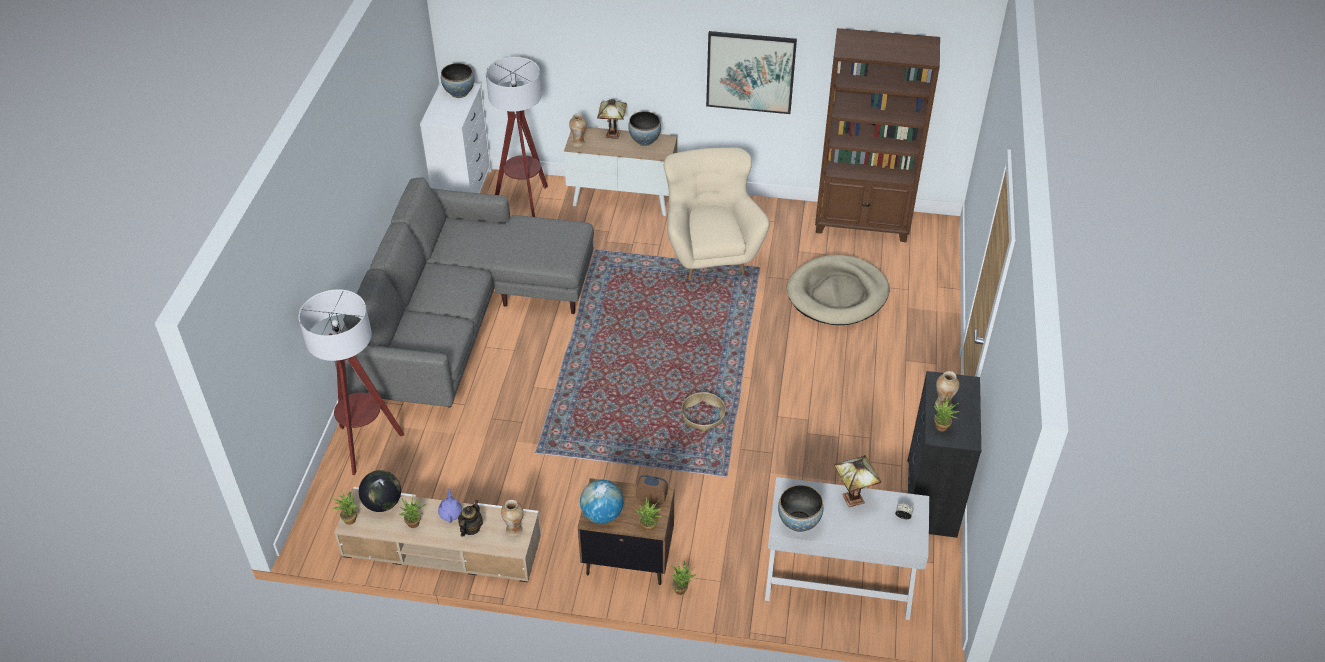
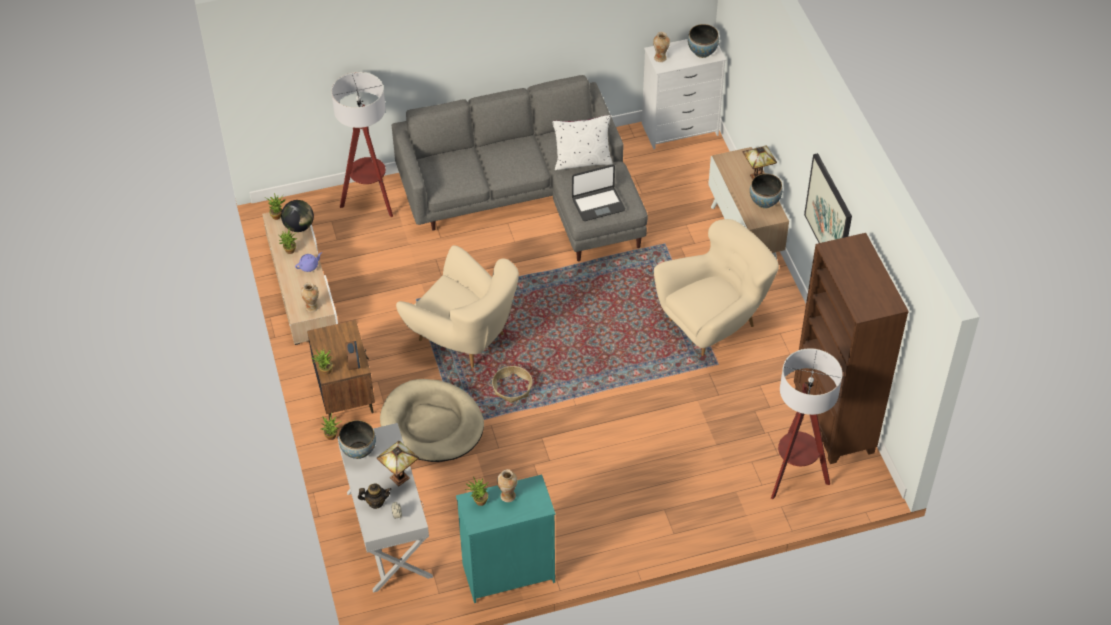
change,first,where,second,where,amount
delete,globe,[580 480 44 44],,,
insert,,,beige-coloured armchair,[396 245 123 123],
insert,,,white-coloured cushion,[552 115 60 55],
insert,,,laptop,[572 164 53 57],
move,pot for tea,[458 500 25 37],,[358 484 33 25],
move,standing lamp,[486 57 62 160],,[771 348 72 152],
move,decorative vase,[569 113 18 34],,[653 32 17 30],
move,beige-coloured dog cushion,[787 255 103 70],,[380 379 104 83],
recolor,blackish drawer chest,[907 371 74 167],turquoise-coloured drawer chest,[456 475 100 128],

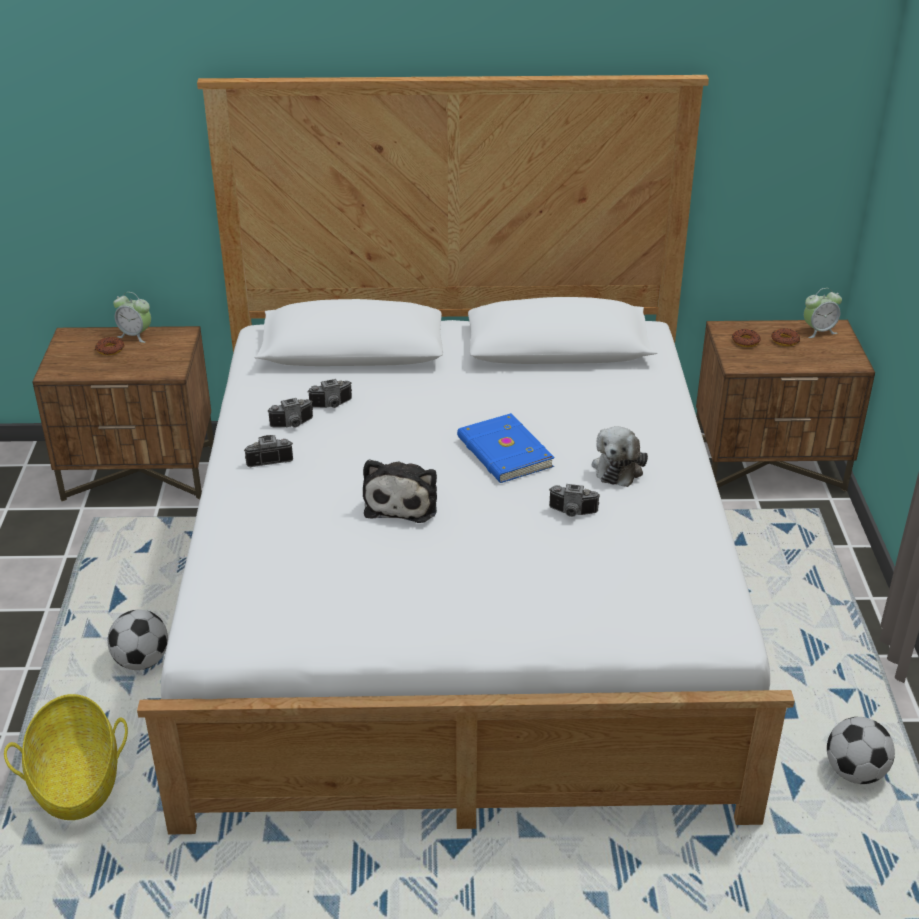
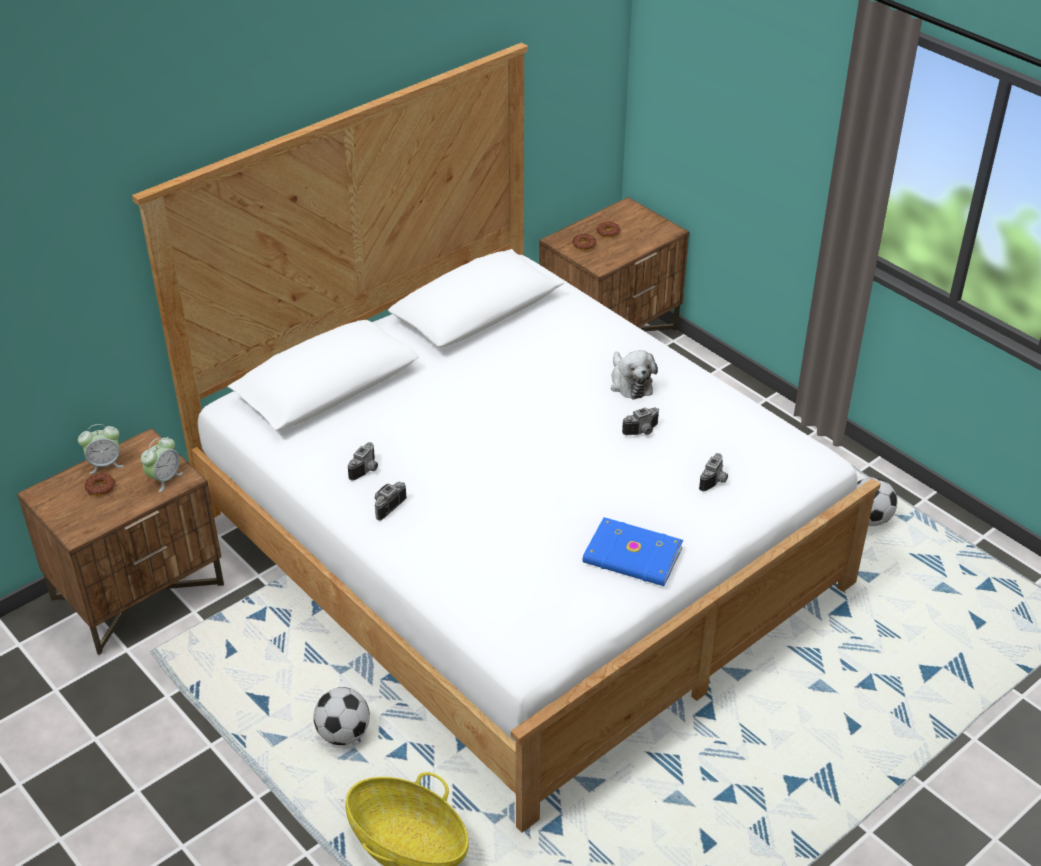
change,first,where,second,where,amount
delete,plush toy,[363 459 74 64],,,
move,photo camera,[308 379 44 29],,[699 453 29 38],
move,blue book,[457 413 98 70],,[582 517 101 69],
move,bedside clock,[804 288 38 50],,[141 437 42 55],

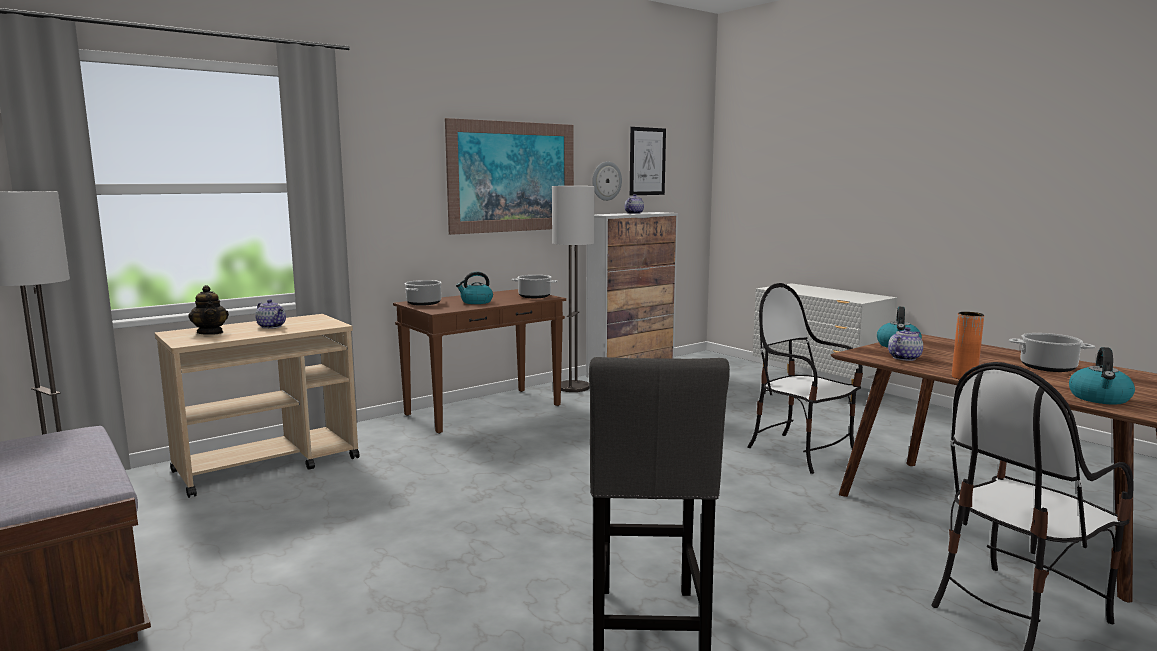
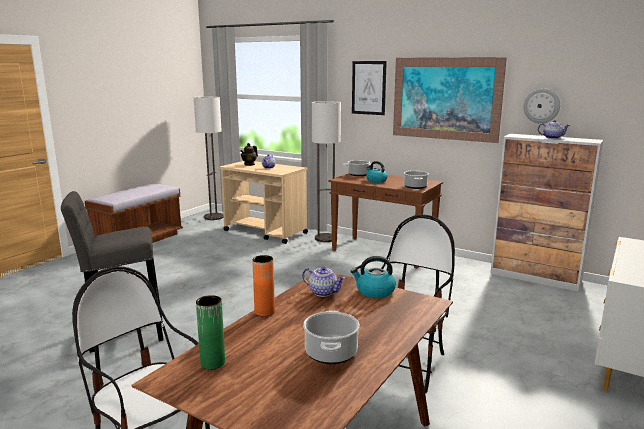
change,first,where,second,where,amount
move,standing lamp,[552 186 42 206],,[312 101 29 141],
move,picture,[630 127 36 68],,[352 61 35 54],
replace,water kettle,[1069 347 66 58],green-coloured decorative vase,[196 295 29 75],

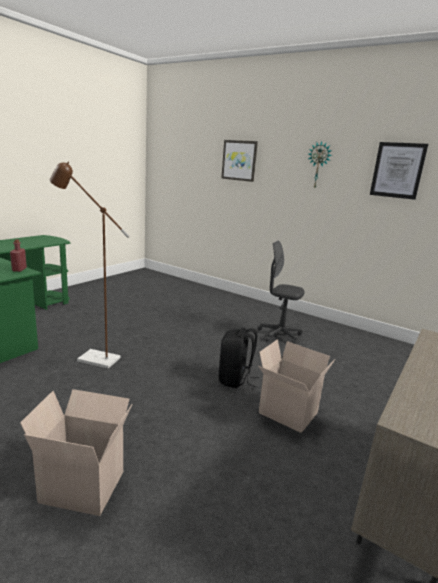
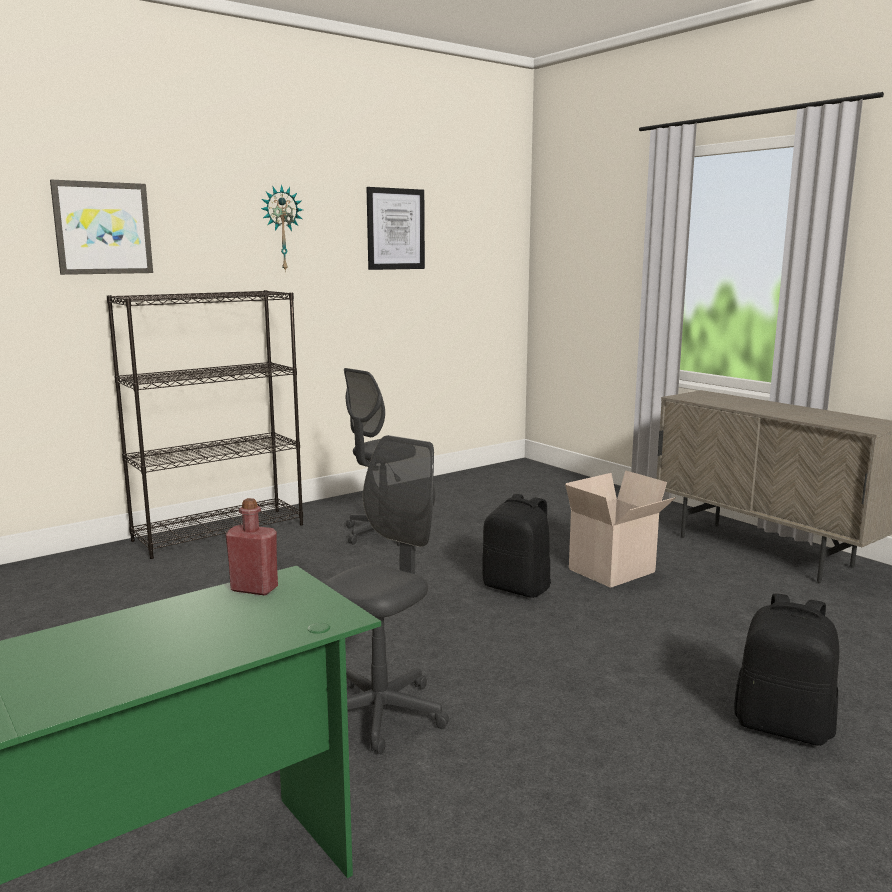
change,first,where,second,where,amount
insert,,,blackish bookshelf,[107 290 196 269],
replace,packing box,[20 389 112 127],blackish knapsack,[734 593 105 153],
replace,brown-coloured standing lamp,[49 161 81 207],greyish computer chair,[324 435 125 319],

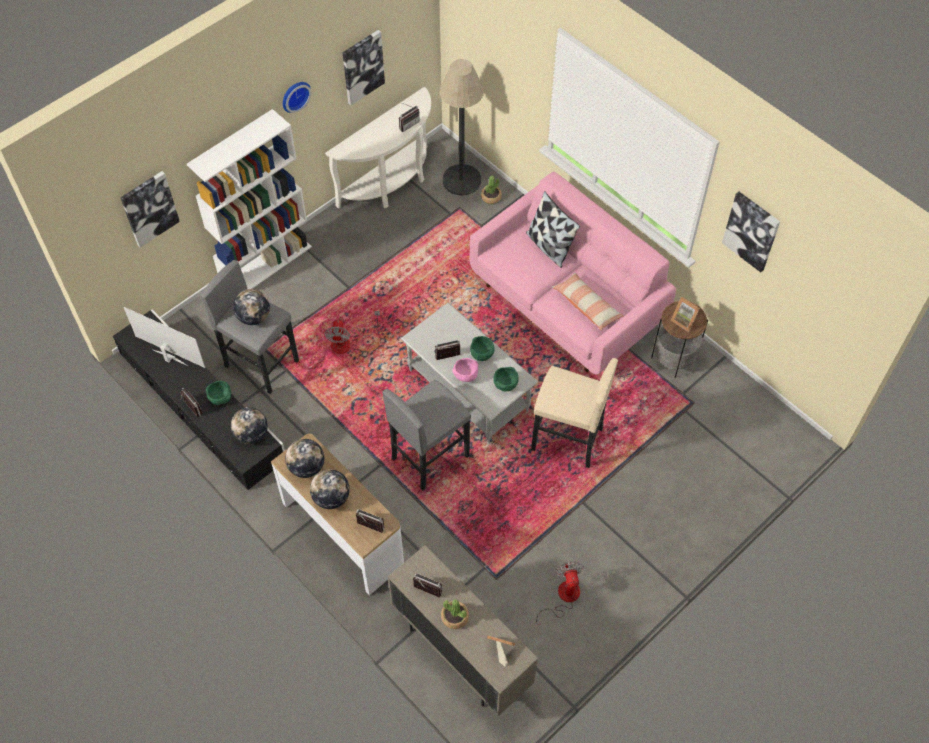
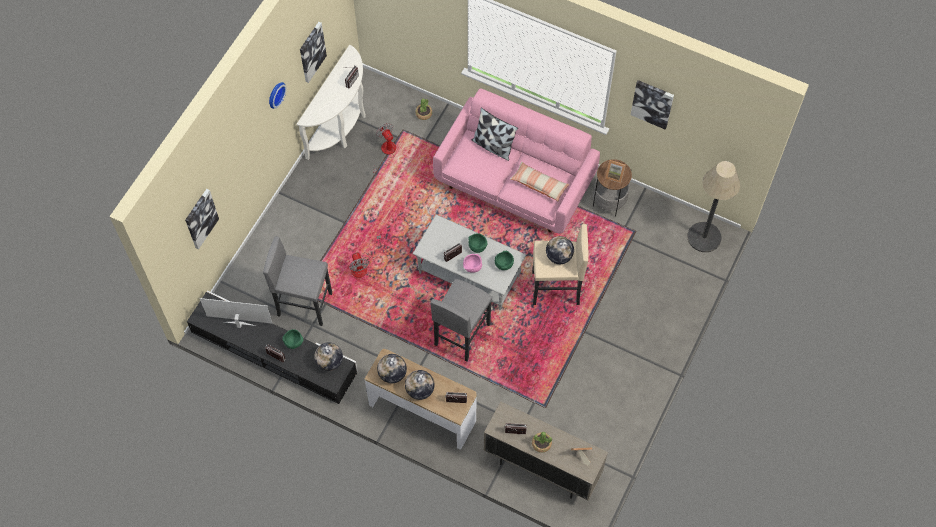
change,first,where,second,where,amount
delete,white-coloured bookshelf,[187 109 125 180],,,
move,globe,[233 289 37 36],,[546 236 28 28],
move,standing lamp,[439 59 45 136],,[687 161 53 91],
move,electric fan,[535 561 49 64],,[373 123 23 50],

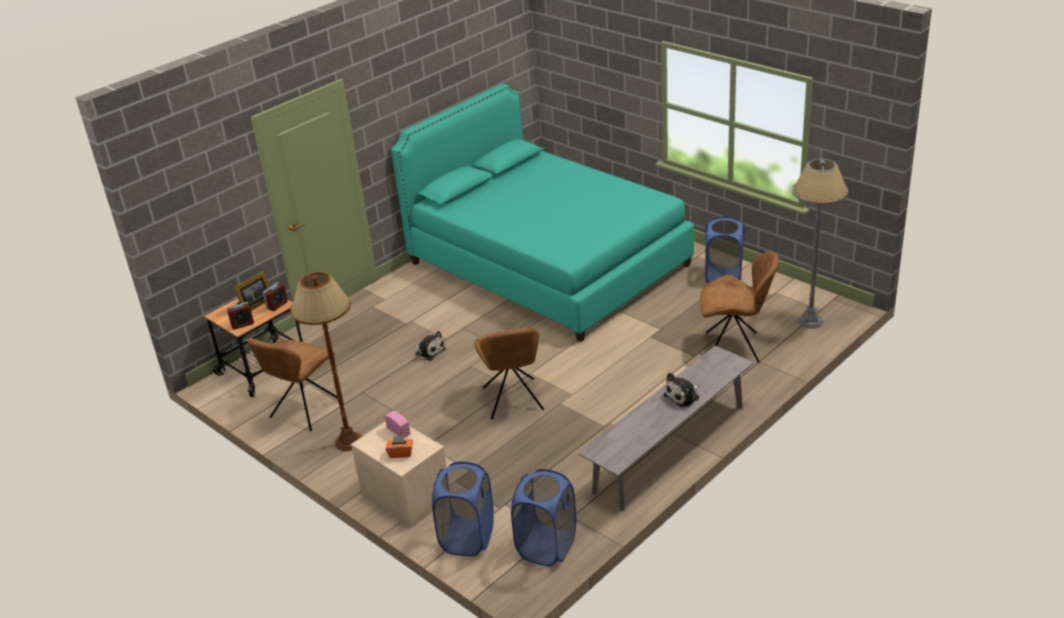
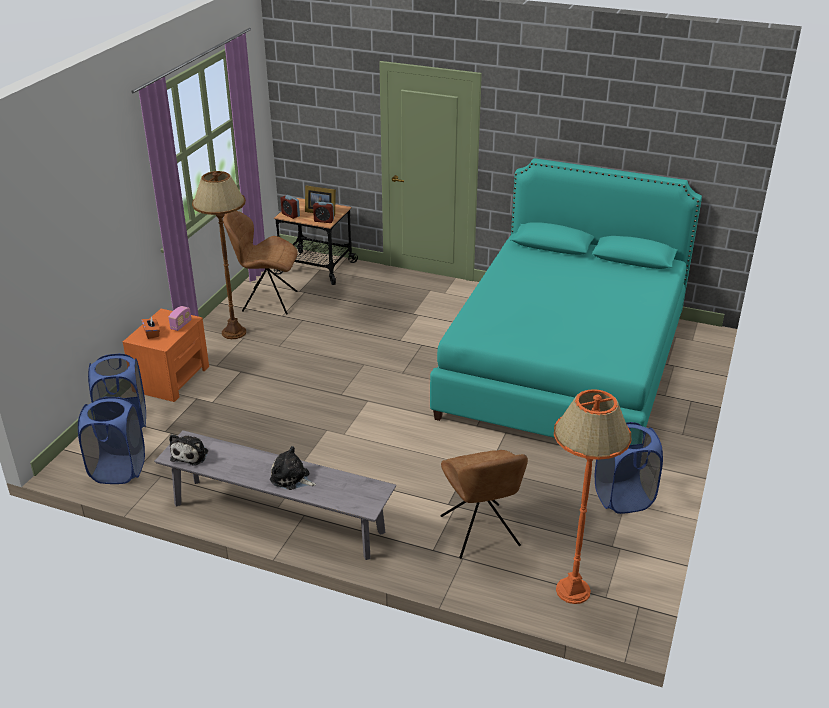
change,first,where,second,where,amount
delete,brown-coloured chair,[474 328 70 91],,,
move,plush toy,[413 331 33 30],,[169 434 39 32],
recolor,beige-coloured bedside table,[351 421 96 107],orange-coloured bedside table,[123 309 86 93],
recolor,greyish standing lamp,[792 159 56 170],orange-coloured standing lamp,[554 389 77 215],

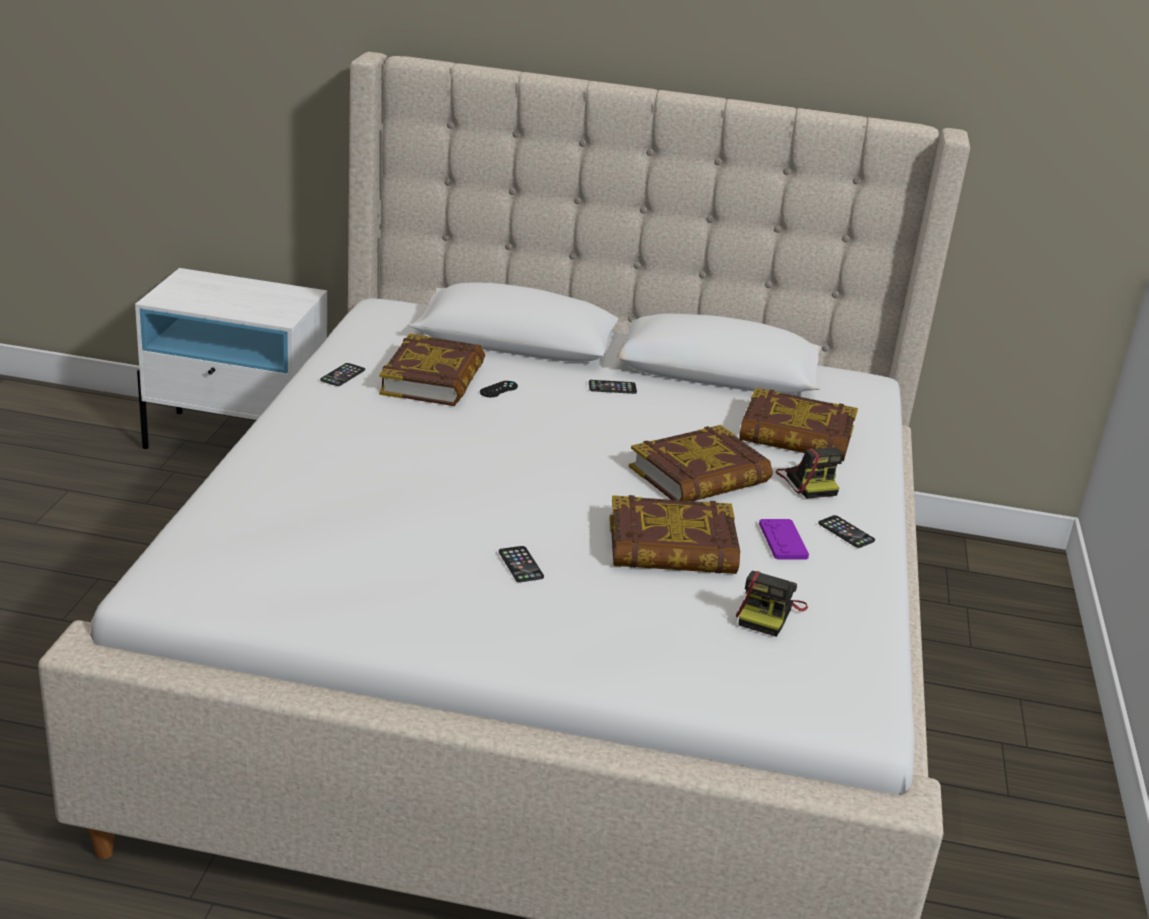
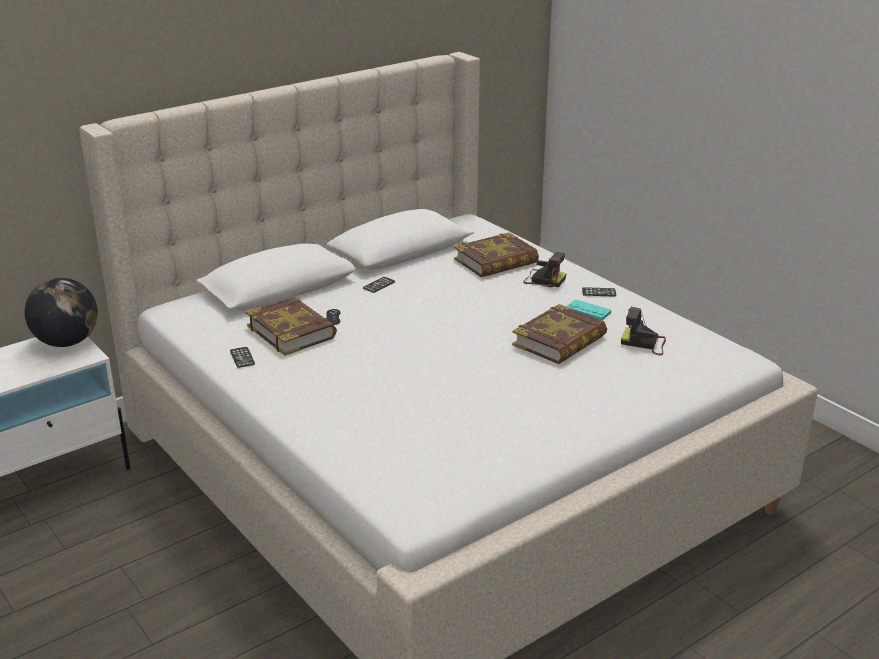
change,first,where,second,where,amount
delete,handset,[499 546 45 36],,,
delete,book,[629 425 143 76],,,
insert,,,globe,[25 278 73 69],
recolor,purplish game controller,[759 519 50 41],turquoise-coloured game controller,[566 299 45 21],
rotate,photo camera,[736 571 72 66],,[621 307 45 48],135 degrees clockwise

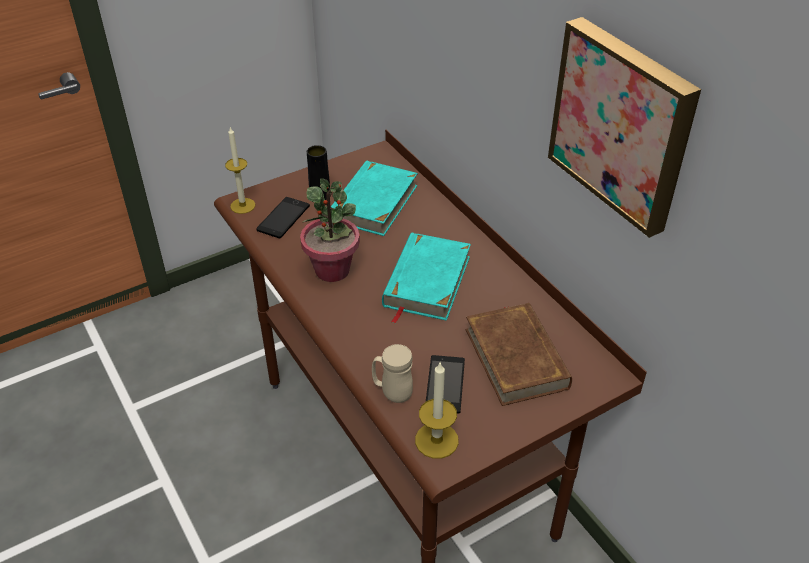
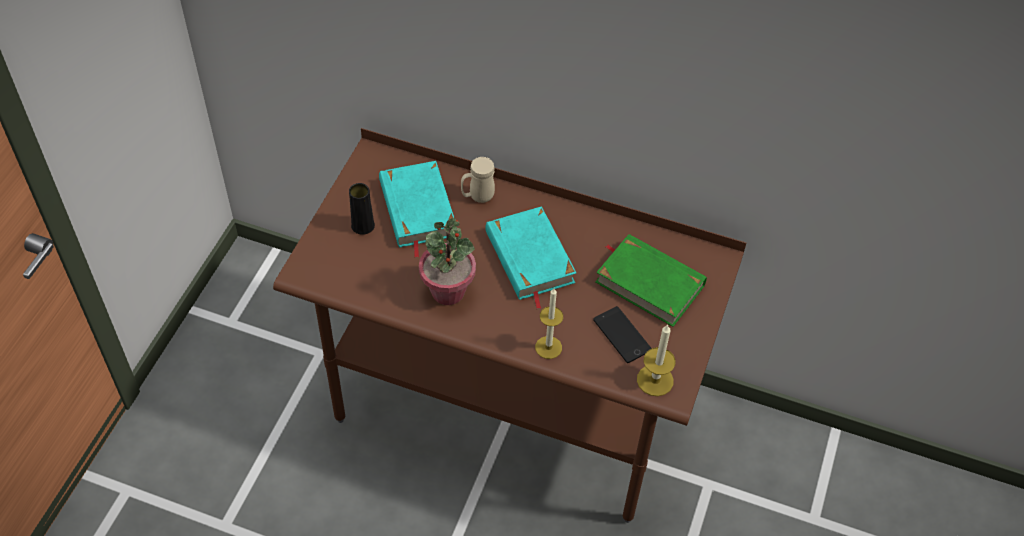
change,first,where,second,where,amount
delete,handset,[256 197 54 41],,,
delete,picture,[548 17 153 221],,,
move,wax light,[225 127 30 87],,[535 288 28 71],
move,beige-coloured tea mug,[372 344 41 59],,[461 157 34 46],
recolor,brown-coloured book,[465 303 107 103],green-coloured book,[595 234 112 93],

